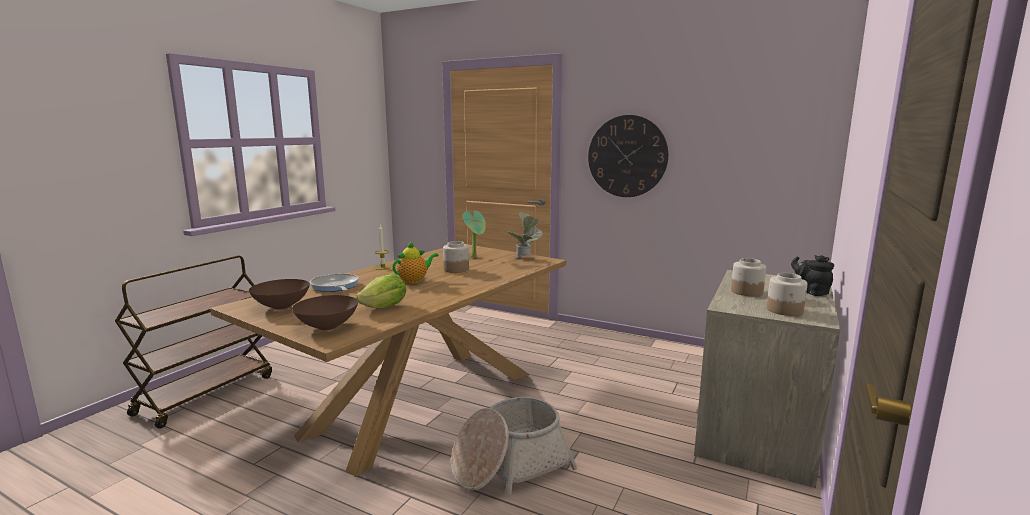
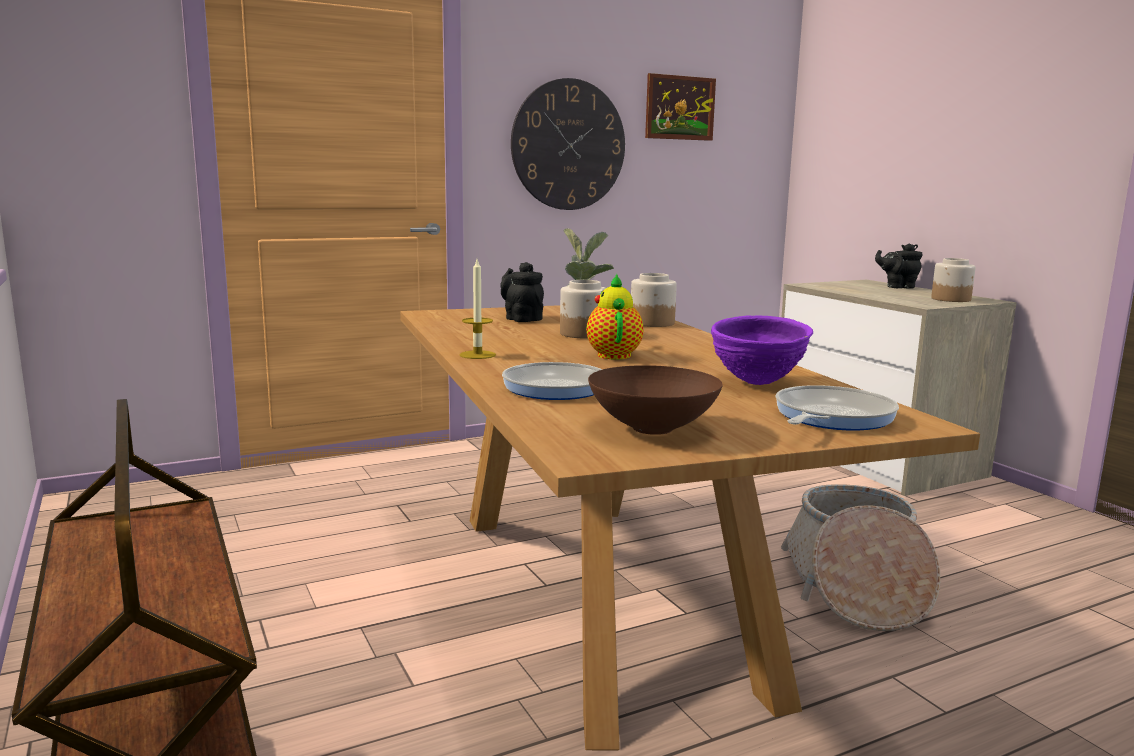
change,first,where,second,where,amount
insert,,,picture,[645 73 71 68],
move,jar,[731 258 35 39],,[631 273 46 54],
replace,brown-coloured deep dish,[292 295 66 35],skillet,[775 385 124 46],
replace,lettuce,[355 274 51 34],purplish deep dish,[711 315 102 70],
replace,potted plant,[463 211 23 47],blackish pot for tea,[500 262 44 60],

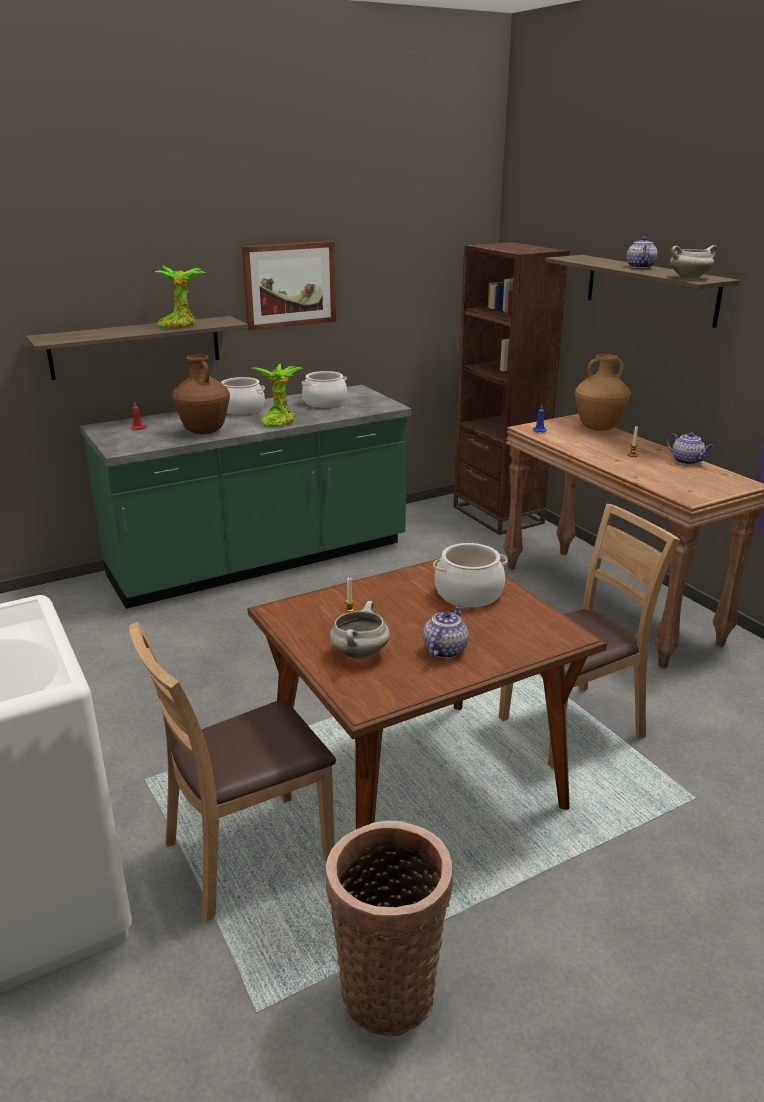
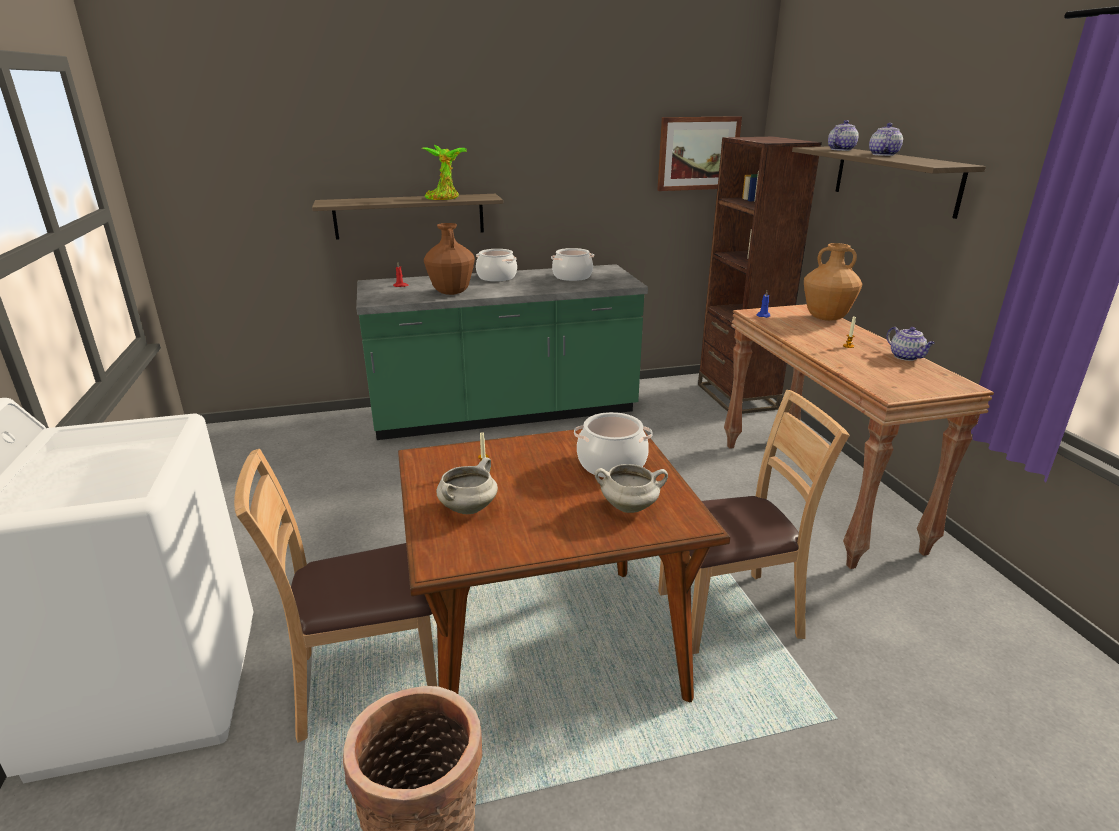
change,first,where,second,where,amount
delete,potted plant,[251 364 53 63],,,
move,picture,[242 241 94 90],,[657 116 85 75],
move,pot for tea,[423 606 45 52],,[828 120 31 31],
move,white-coloured stockpot,[670 245 47 34],,[595 464 73 49],

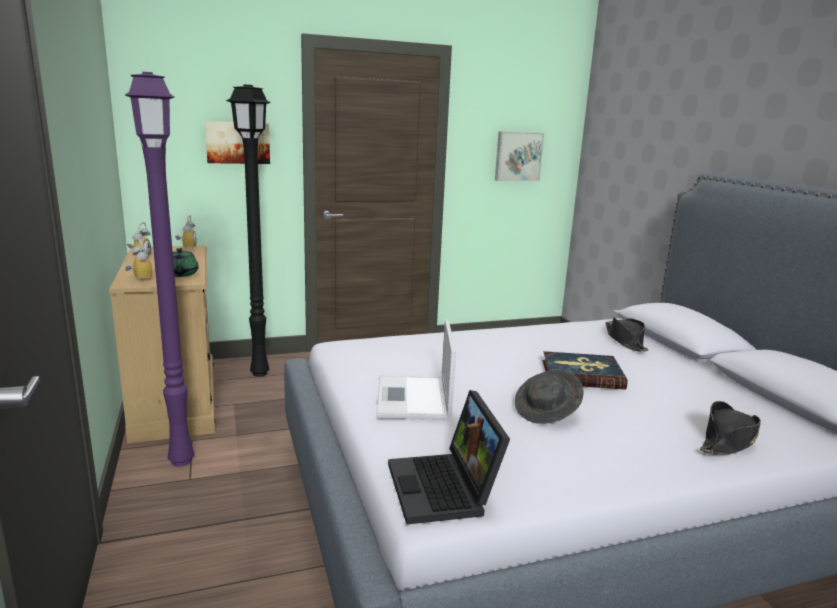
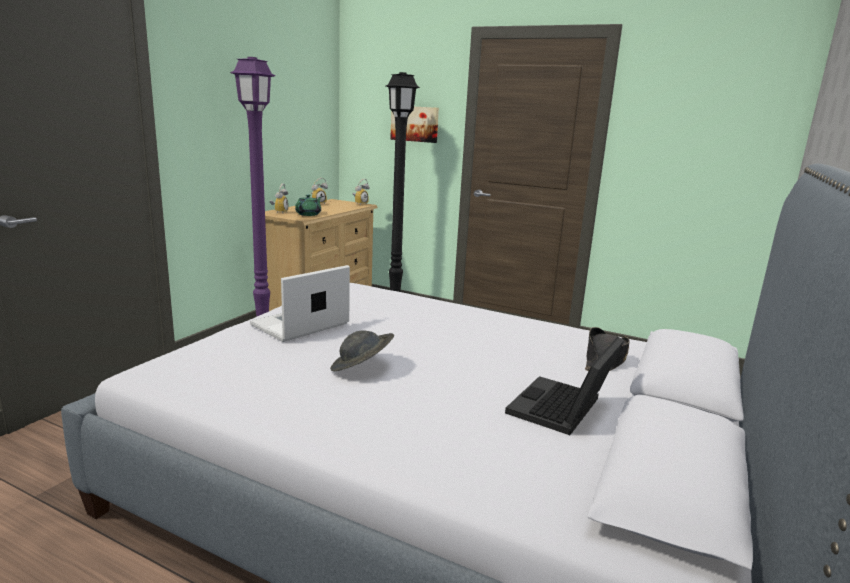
change,first,where,second,where,amount
delete,picture,[495 131 49 50],,,
delete,book,[543 351 85 39],,,
delete,blackish wearable hat,[700 401 61 54],,,
move,laptop,[388 390 122 135],,[505 337 119 98],

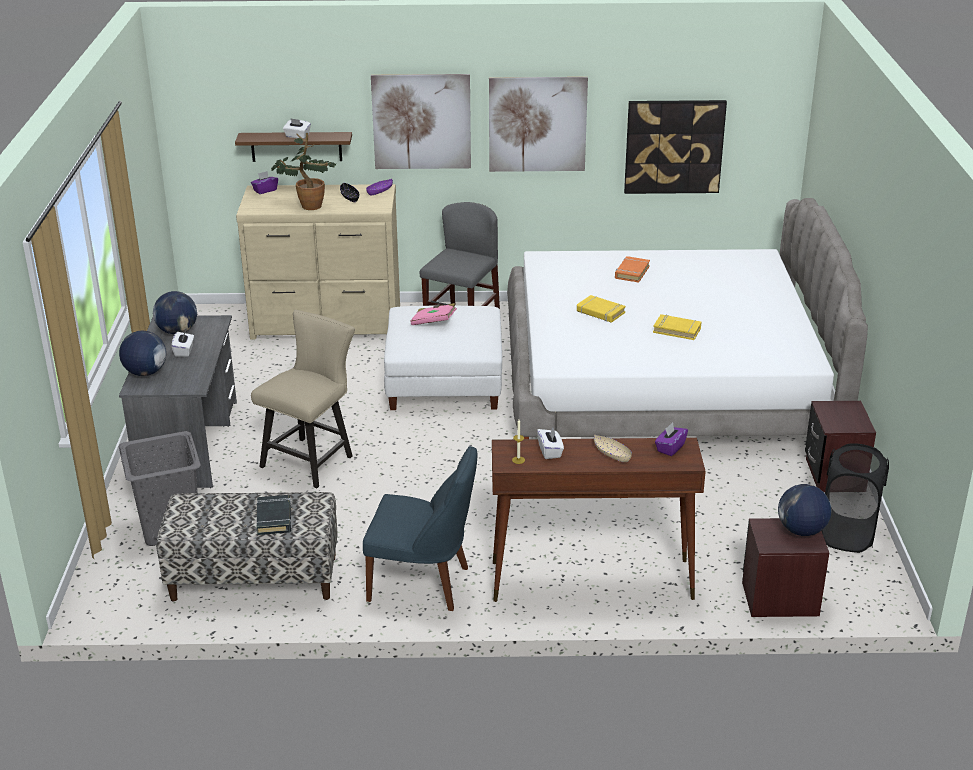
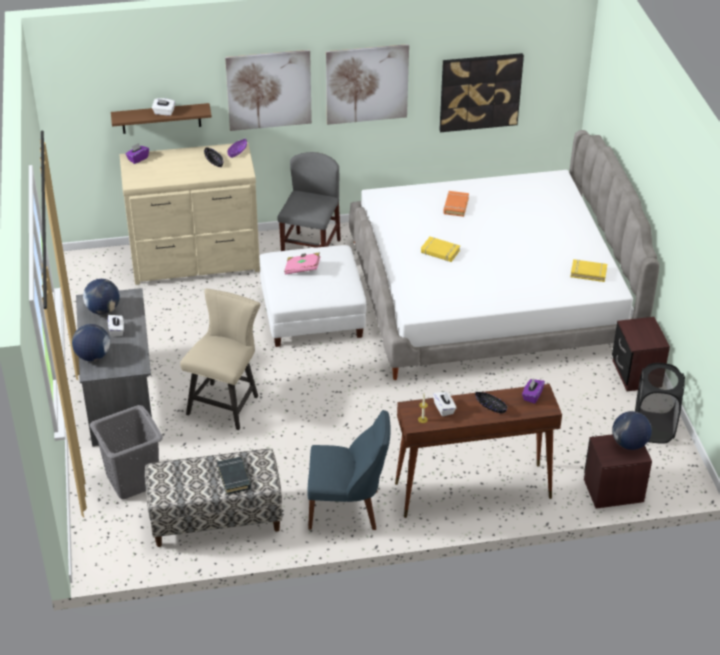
change,first,where,second,where,amount
delete,potted plant,[271 133 66 77],,,
move,yellow book,[653 314 48 26],,[570 259 37 23],
recolor,beige-coloured deep dish,[594 435 38 27],blackish deep dish,[475 392 32 22],

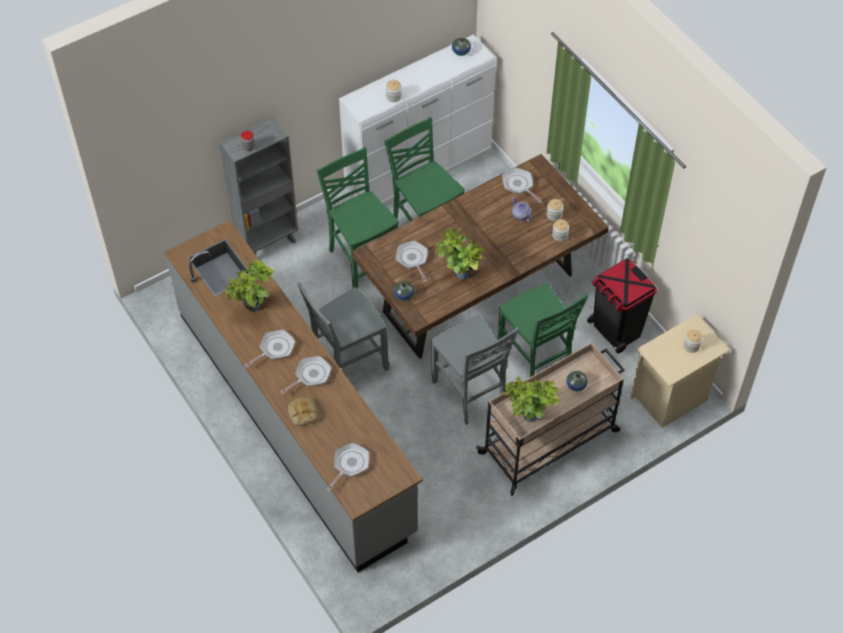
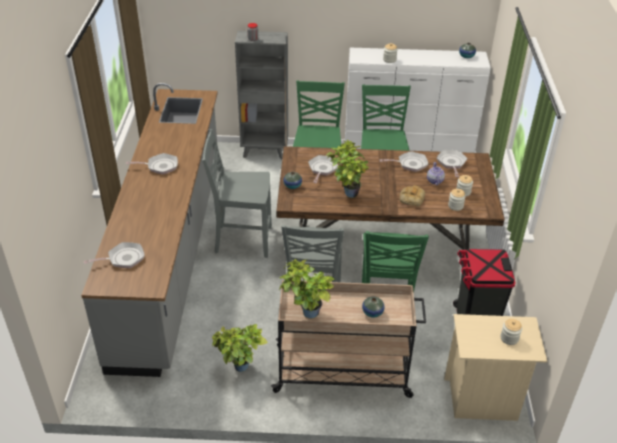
change,first,where,second,where,amount
move,potted plant,[225 260 49 52],,[212 324 56 48],
move,skillet,[280 356 52 38],,[379 151 49 21],
move,baked bread,[288 397 30 29],,[400 185 25 22],

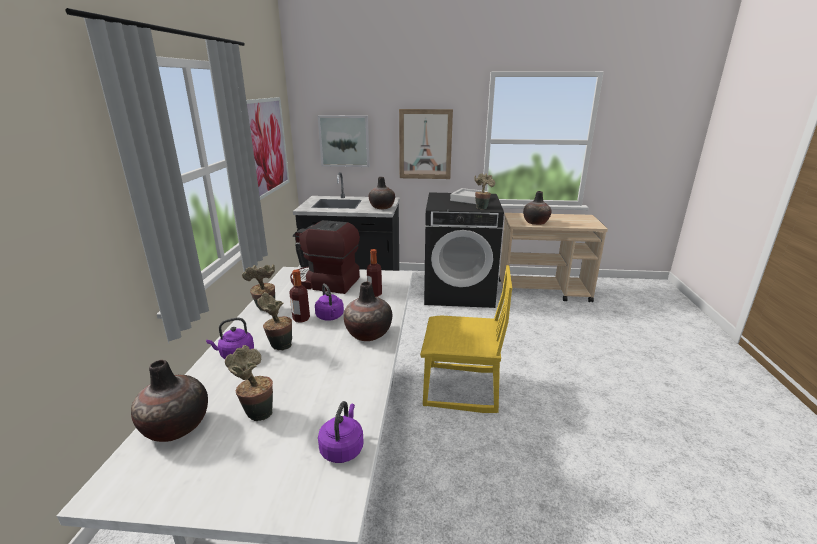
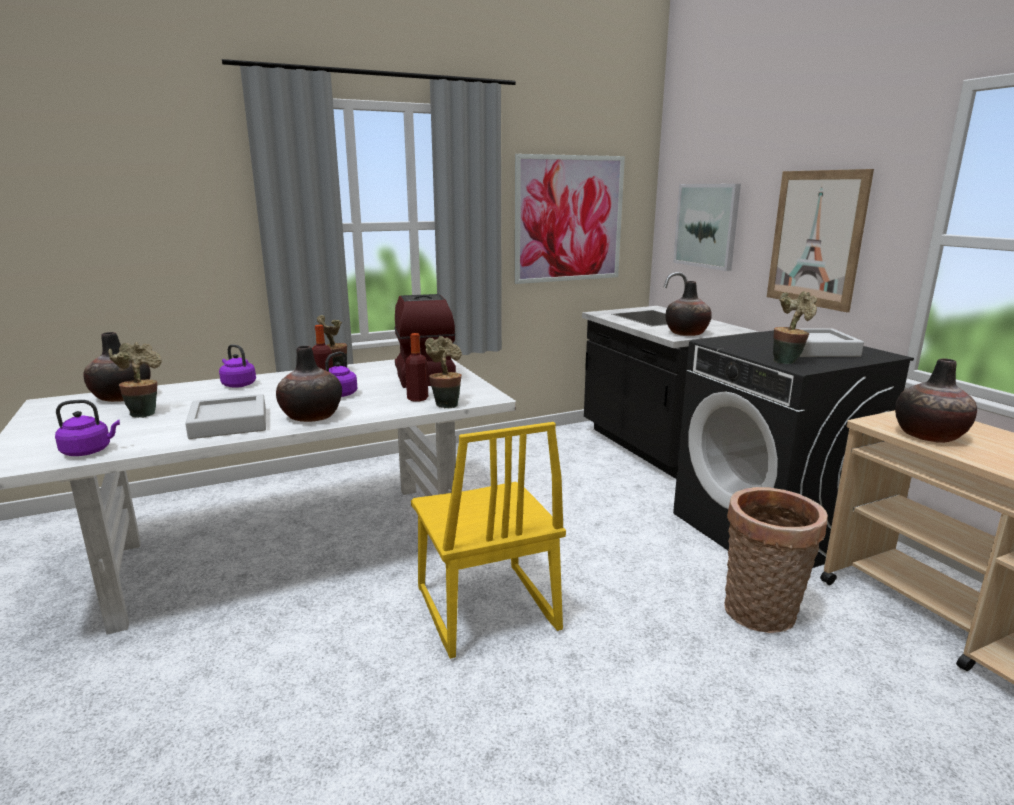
change,first,where,second,where,amount
insert,,,greyish serving tray,[185 394 81 45],
insert,,,storage basket,[724 487 104 146],
move,potted plant,[257 292 35 58],,[425 336 37 72],

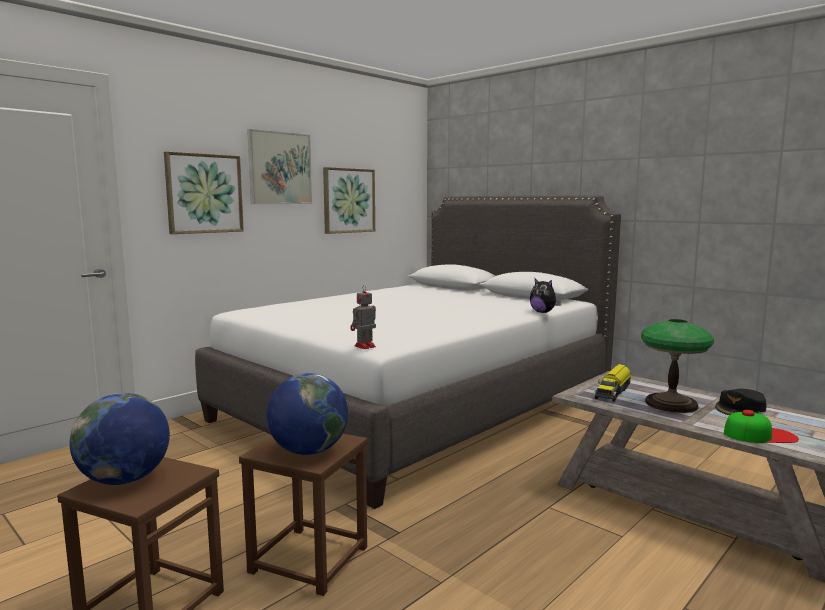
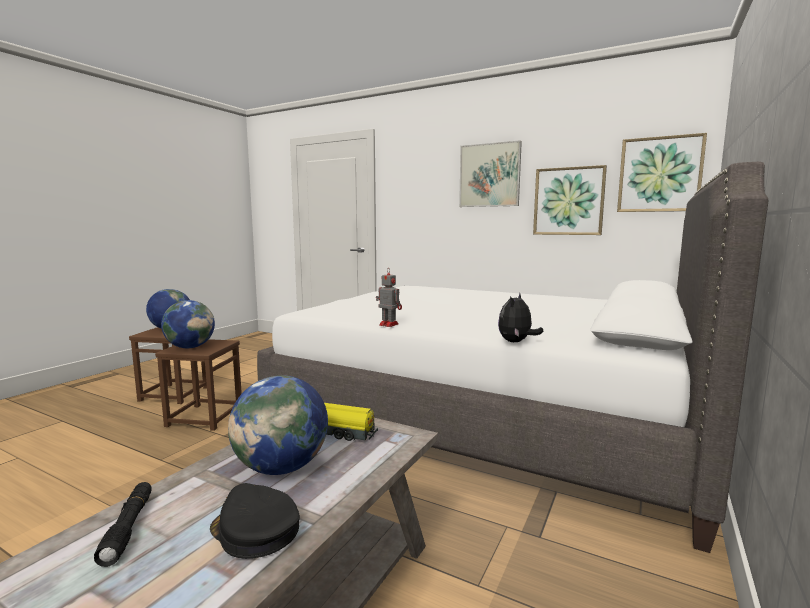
change,first,where,second,where,amount
move,picture,[164 151 80 83],,[617 133 90 79],
move,toy robot,[350 285 26 64],,[376 269 26 58],
replace,table lamp,[641 319 73 94],globe,[228 375 100 100],
replace,cap,[724 410 75 33],blackish hand torch,[94 482 58 85],

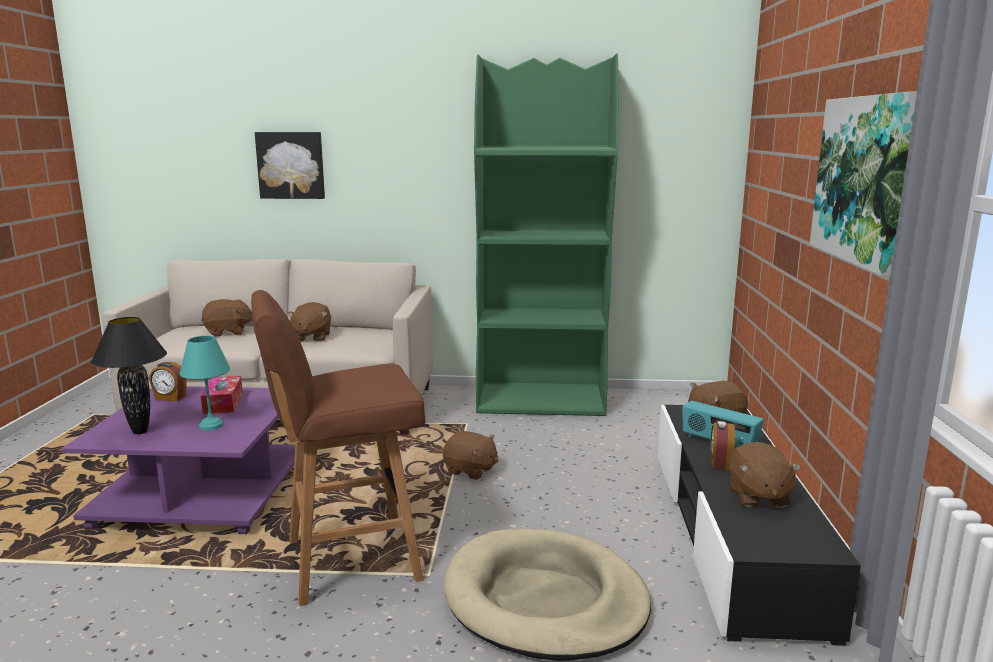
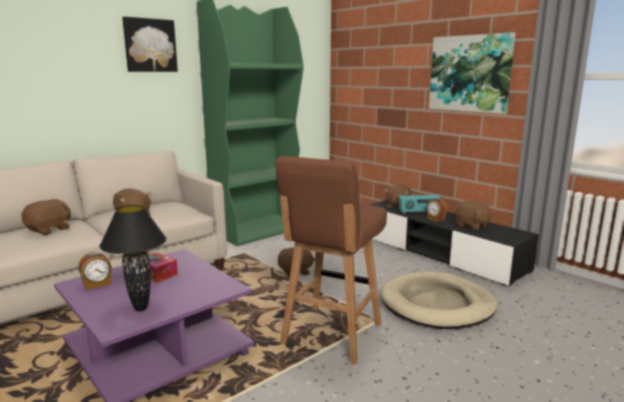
change,first,where,second,where,amount
delete,turquoise-coloured table lamp,[180 336 50 94],,,
move,picture,[255 132 70 67],,[122 17 56 55],

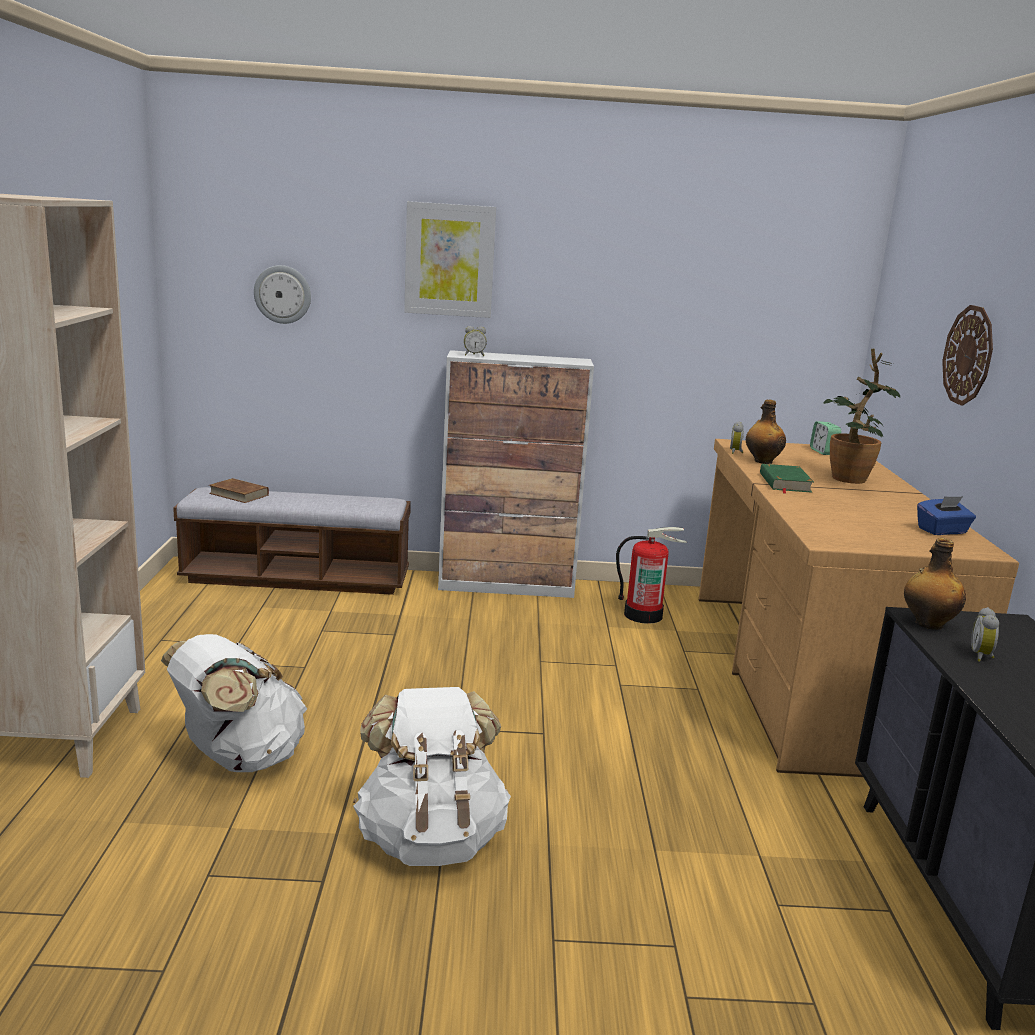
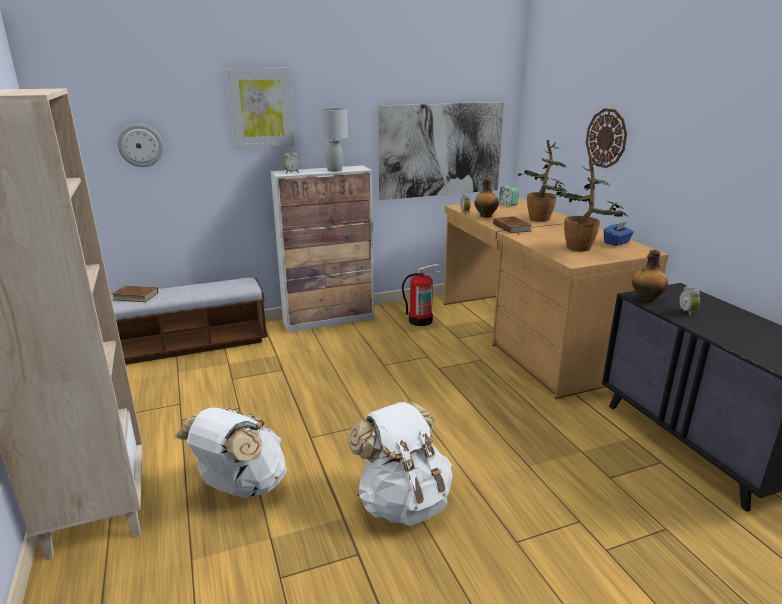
change,first,where,second,where,amount
insert,,,greyish table lamp,[318 108 30 64],
insert,,,picture,[378 102 126 98],
insert,,,potted plant,[551 155 77 96],
recolor,green-coloured book,[760 464 54 30],brown-coloured book,[493 216 39 19],

